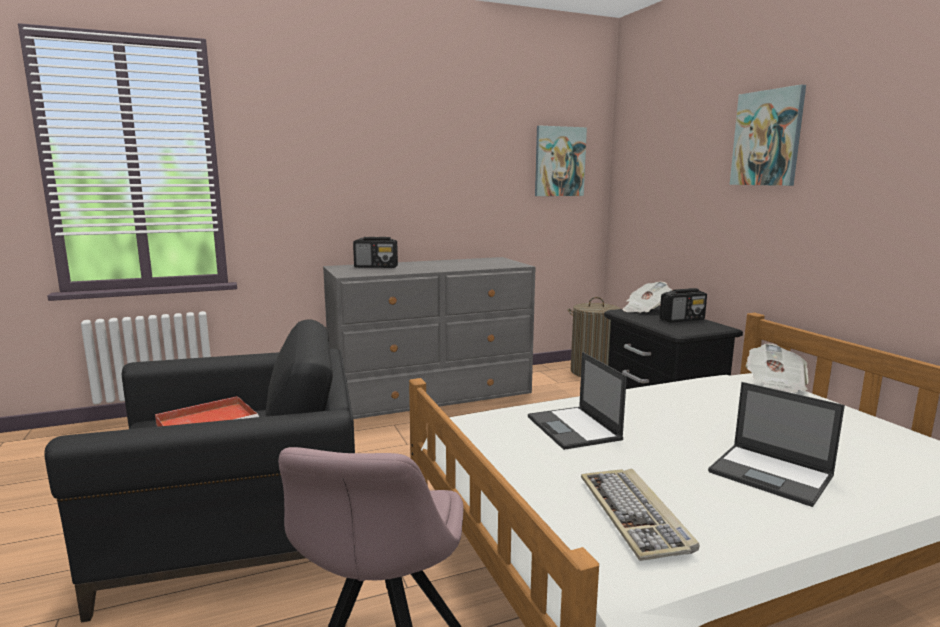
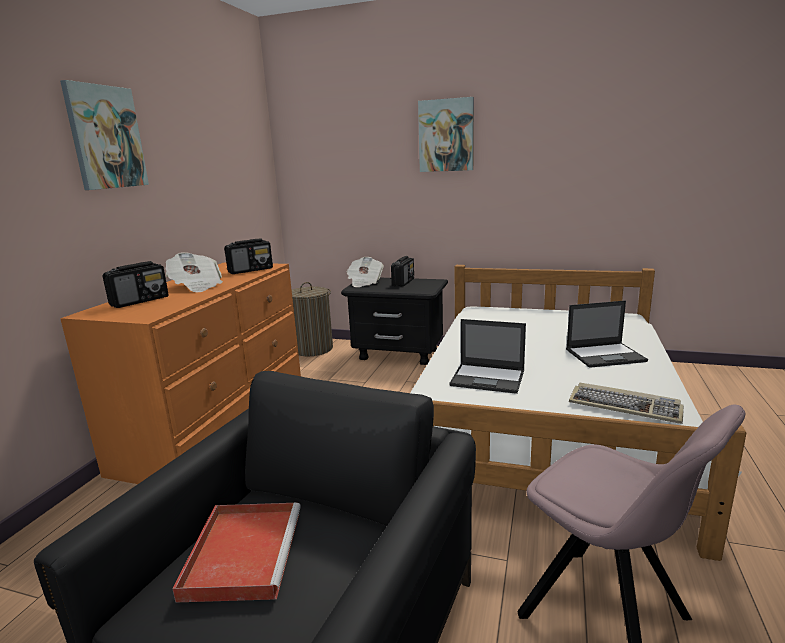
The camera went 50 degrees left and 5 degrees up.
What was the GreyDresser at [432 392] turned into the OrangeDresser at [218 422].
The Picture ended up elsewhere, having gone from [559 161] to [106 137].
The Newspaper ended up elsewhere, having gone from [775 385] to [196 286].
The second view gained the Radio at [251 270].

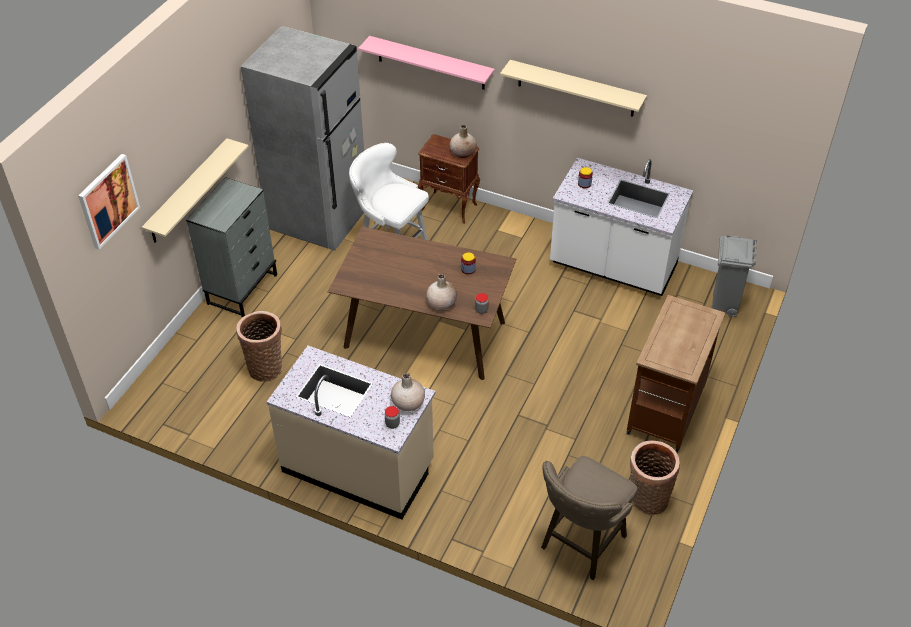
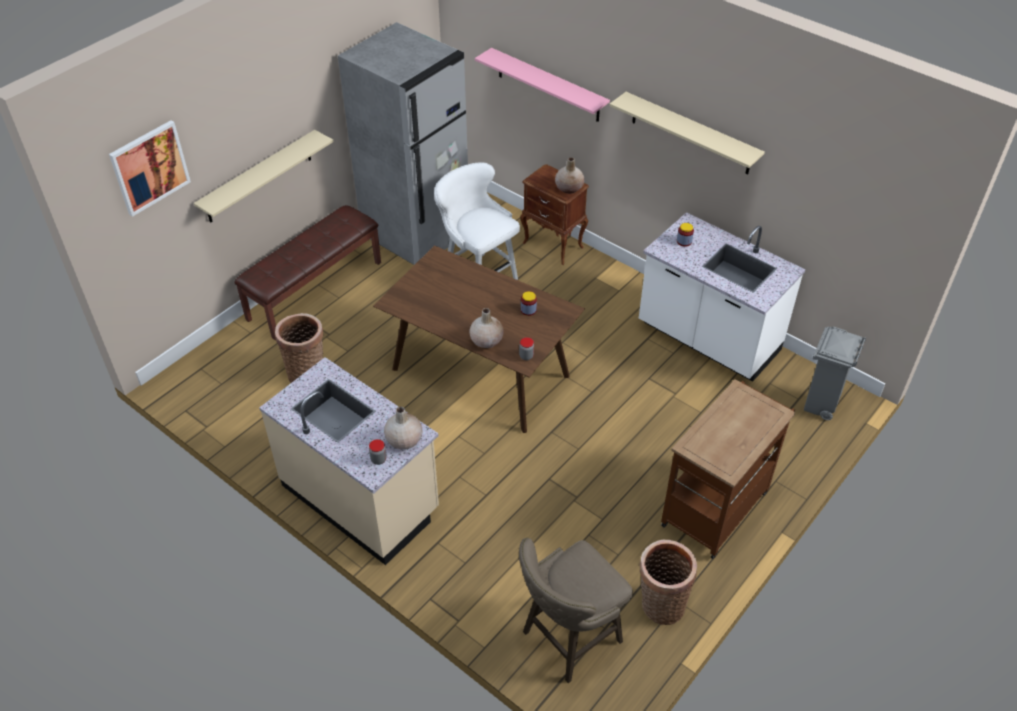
The camera went 15 degrees right and 0 degrees up.
Where the GreyDresser stood at [242 289], the BrownBench came to stand at [314 290].

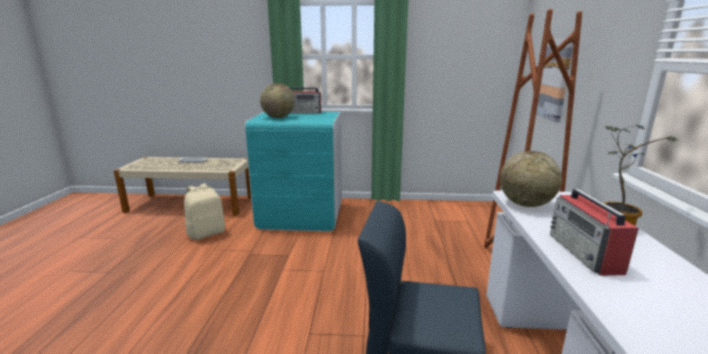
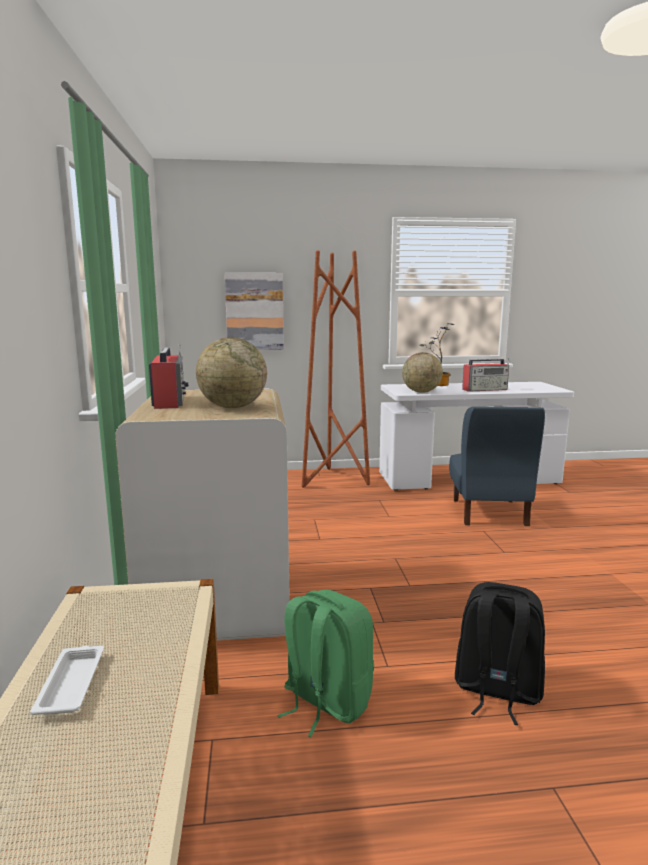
The camera went 100 degrees left and 5 degrees down.
What was the BeigeBackpack at [207 233] turned into the GreenBackpack at [325 702].
What was the TurquoiseDresser at [301 215] turned into the BeigeDresser at [217 601].
The second view gained the BlackBackpack at [496 691].

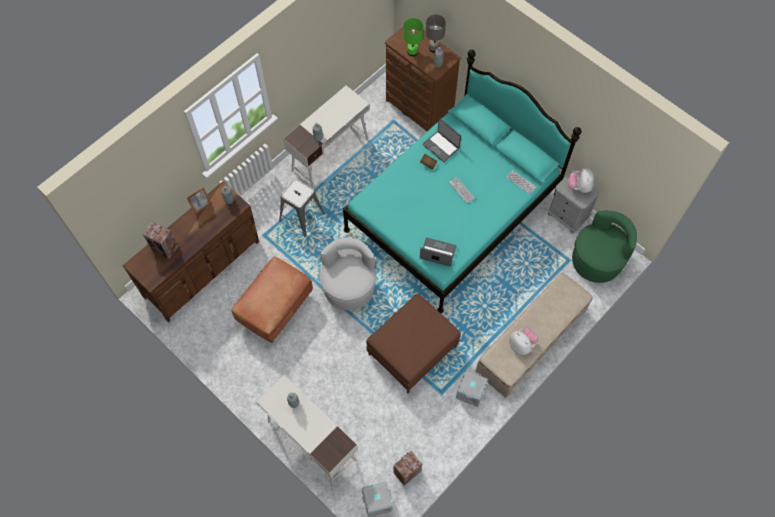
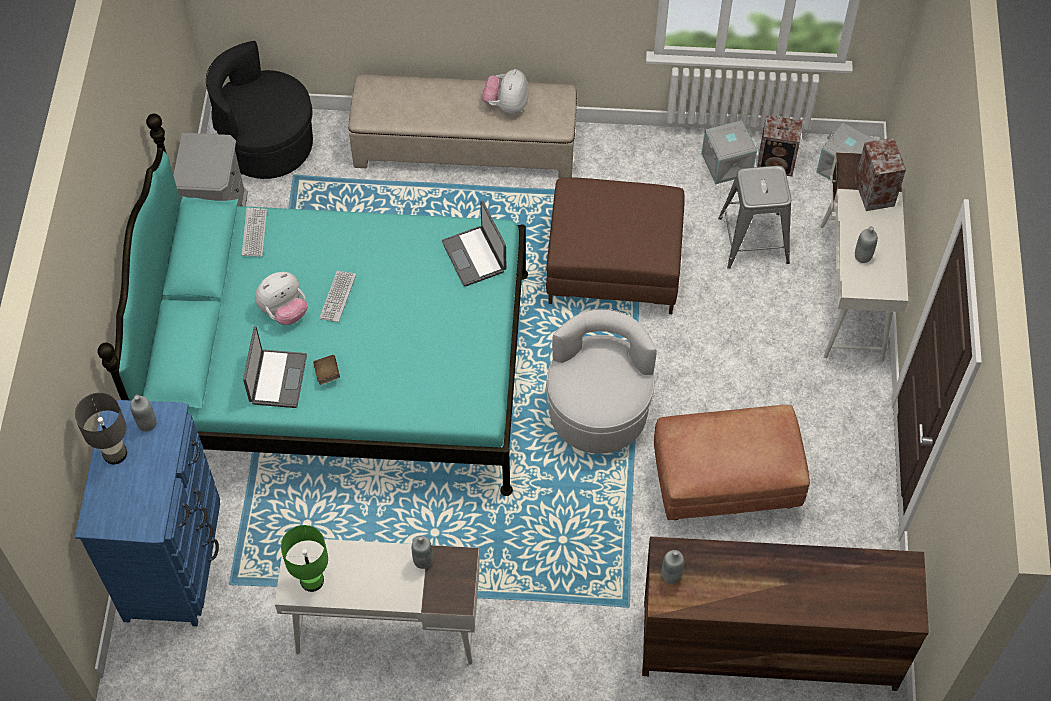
The camera went 130 degrees left and 5 degrees down.
The Speaker ended up elsewhere, having gone from [165 248] to [874 191].
The second view lost the PictureFrame at [201 207].
The GreyStool ended up elsewhere, having gone from [301 217] to [754 240].
The WhiteArmchair at [349 288] ended up facing another way, 135 degrees clockwise from before.
What was the BrownDresser at [418 109] turned into the BlueDresser at [174 560].
The GreenTableLamp ended up elsewhere, having gone from [412 52] to [312 580].
The GreyStorageBox ended up elsewhere, having gone from [470 391] to [727 165].
The PlushToy ended up elsewhere, having gone from [579 187] to [284 311].
What was the GreenArmchair at [596 261] turned into the BlackArmchair at [269 146].

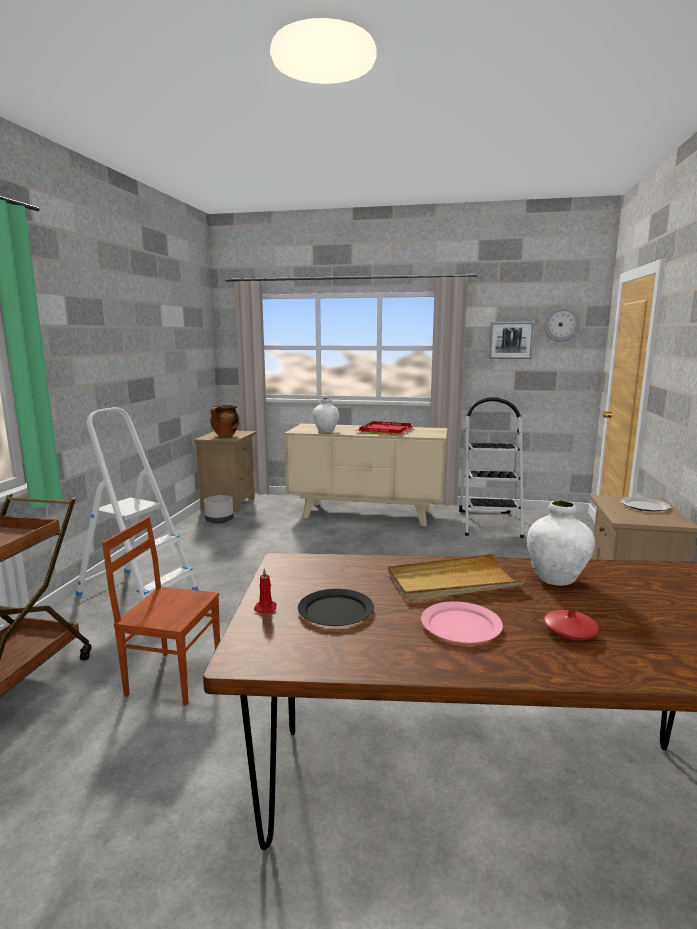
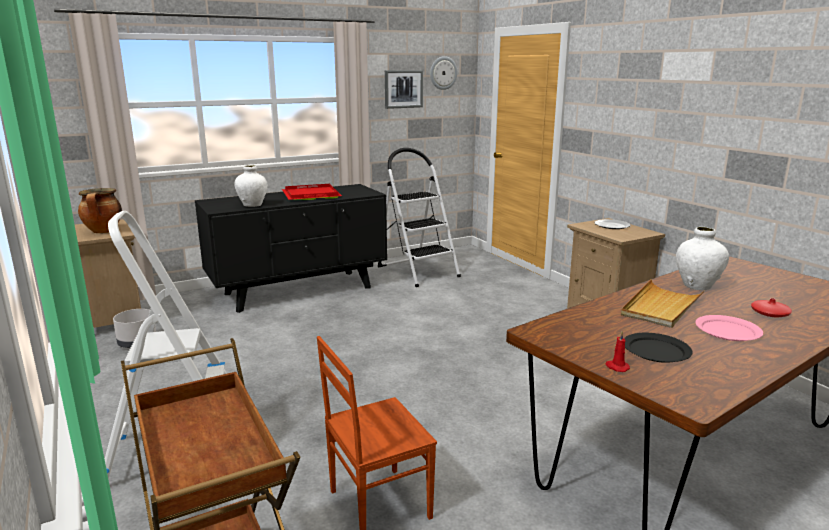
The camera went 40 degrees left and 5 degrees up.
What was the BeigeDresser at [367 513] turned into the BlackDresser at [298 290].

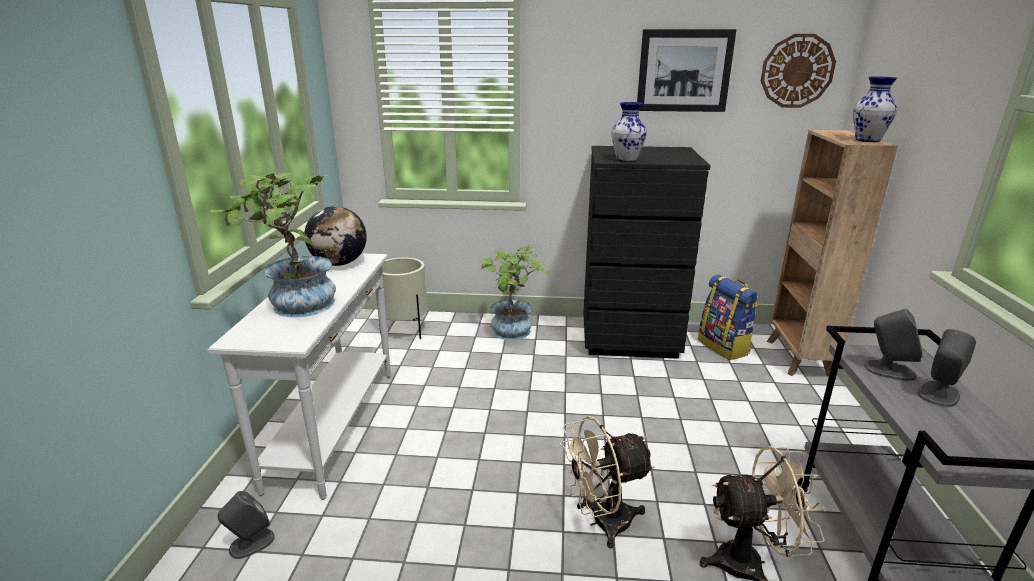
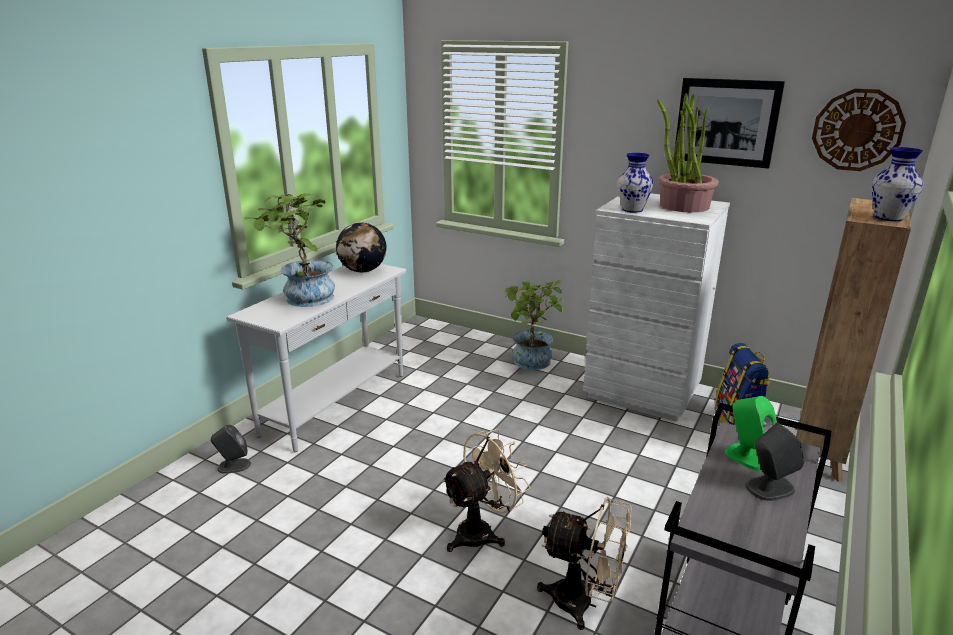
The camera went 25 degrees right and 0 degrees up.
The second view lost the BeigePlanter at [405 331].
The BeigeFan at [601 522] ended up facing another way, 135 degrees clockwise from before.
What was the BlackDresser at [630 337] turned into the WhiteDresser at [643 391].
What was the GreySpeaker at [888 370] turned into the GreenSpeaker at [747 457].
The second view gained the PottedPlant at [683 206].

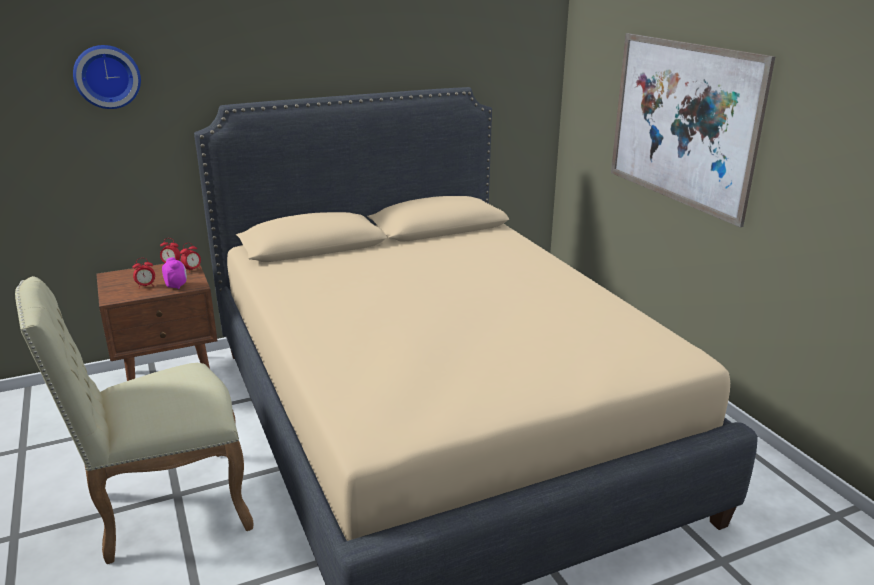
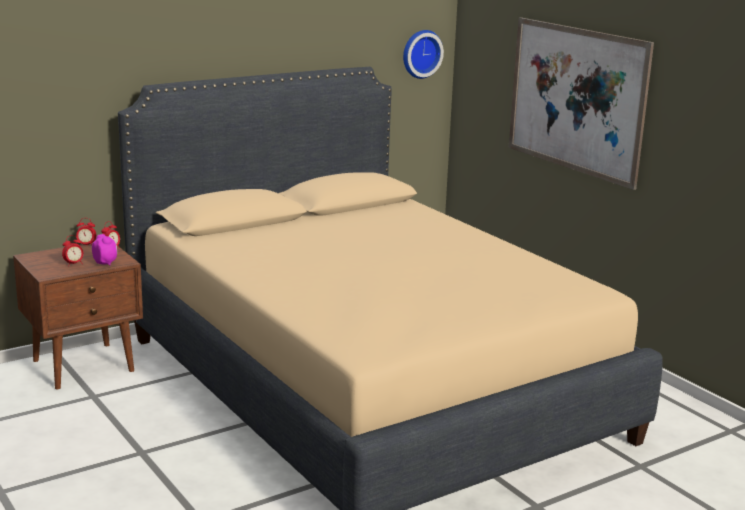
The camera went 10 degrees left and 5 degrees down.
The second view lost the BeigeChair at [166 508].
The WallClock ended up elsewhere, having gone from [107 76] to [420 53].

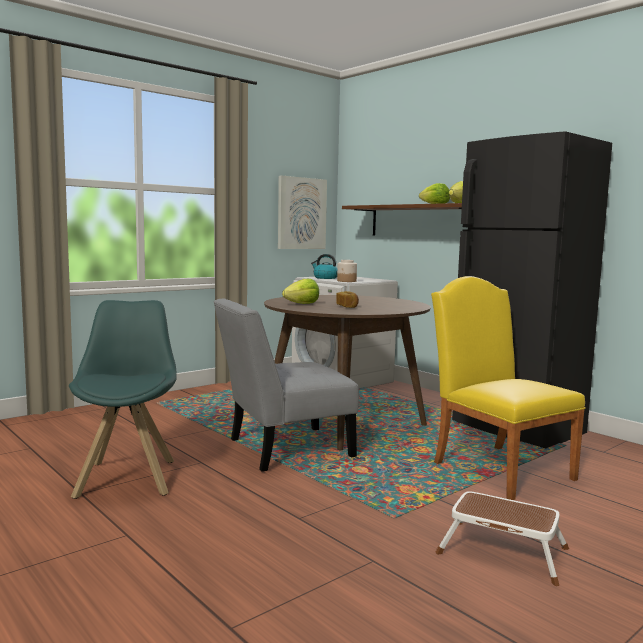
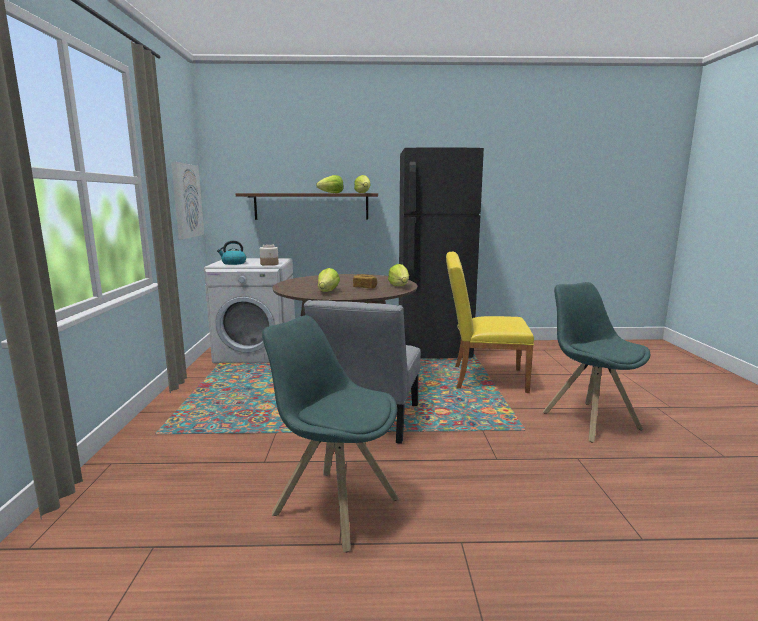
The camera went 50 degrees left and 5 degrees up.
Where the BrownStepLadder stood at [502 551], the TurquoiseChair came to stand at [589 420].
The second view gained the Lettuce at [399 286].

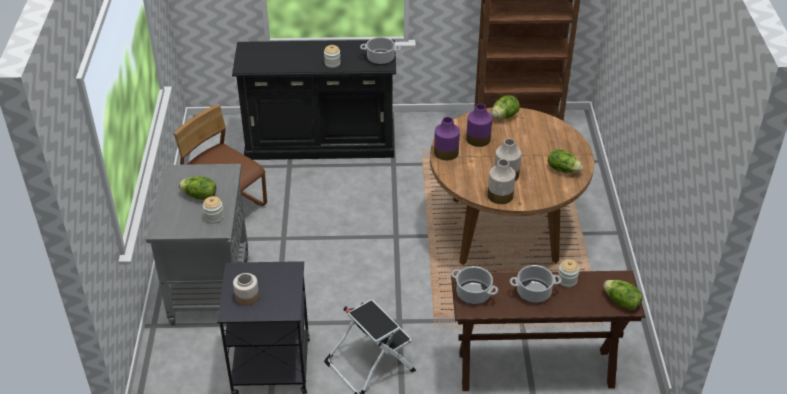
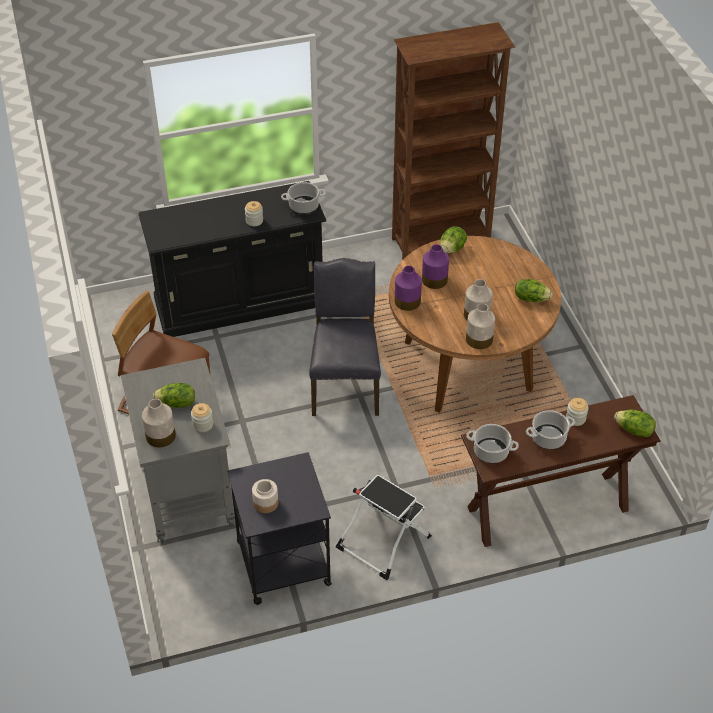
The camera went 15 degrees left and 5 degrees up.
The second view gained the BeigeVase at [161 435].
The second view gained the GreyChair at [345 384].

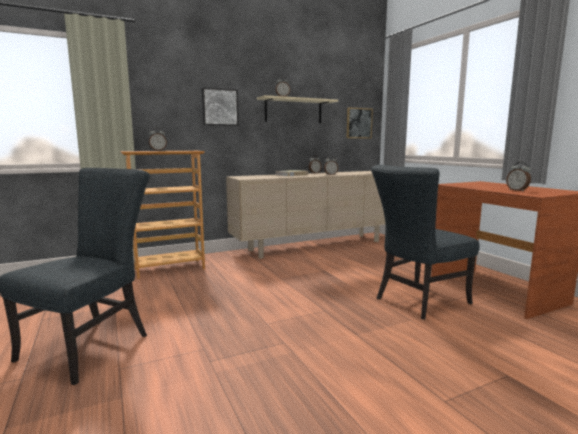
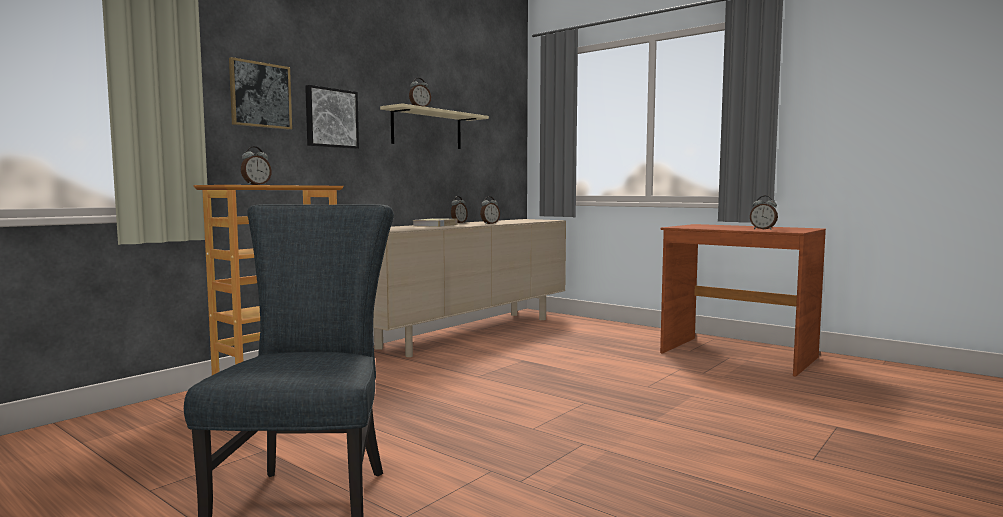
The camera went 25 degrees left and 5 degrees down.
The Picture ended up elsewhere, having gone from [359 123] to [260 95].
The second view lost the GreyChair at [417 301].

